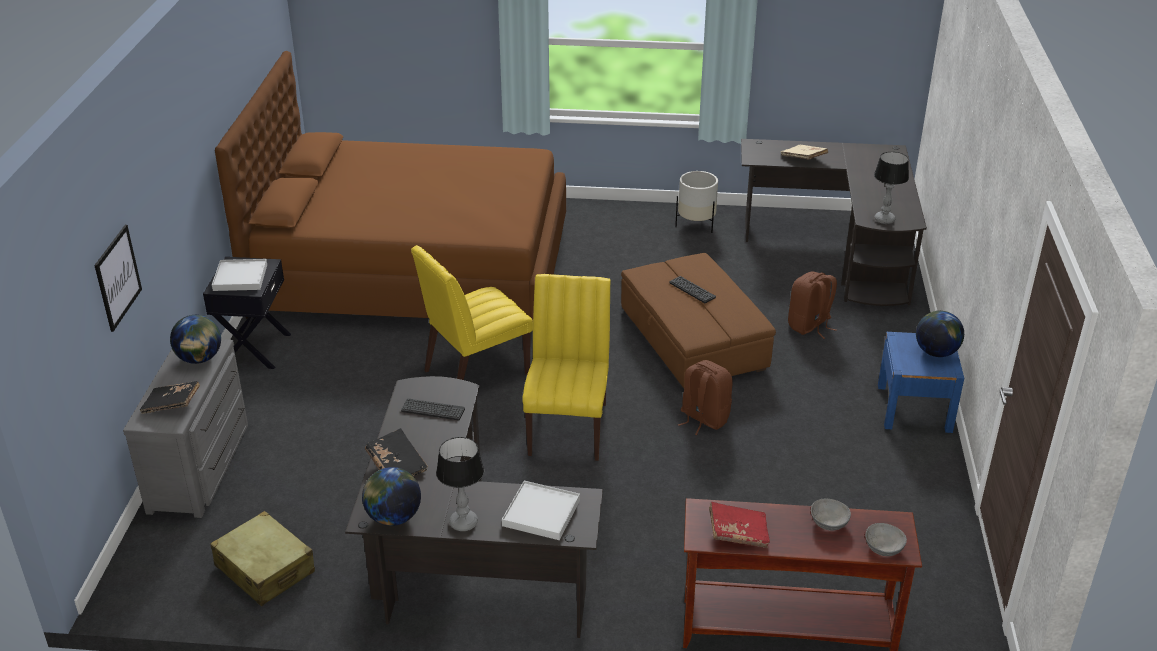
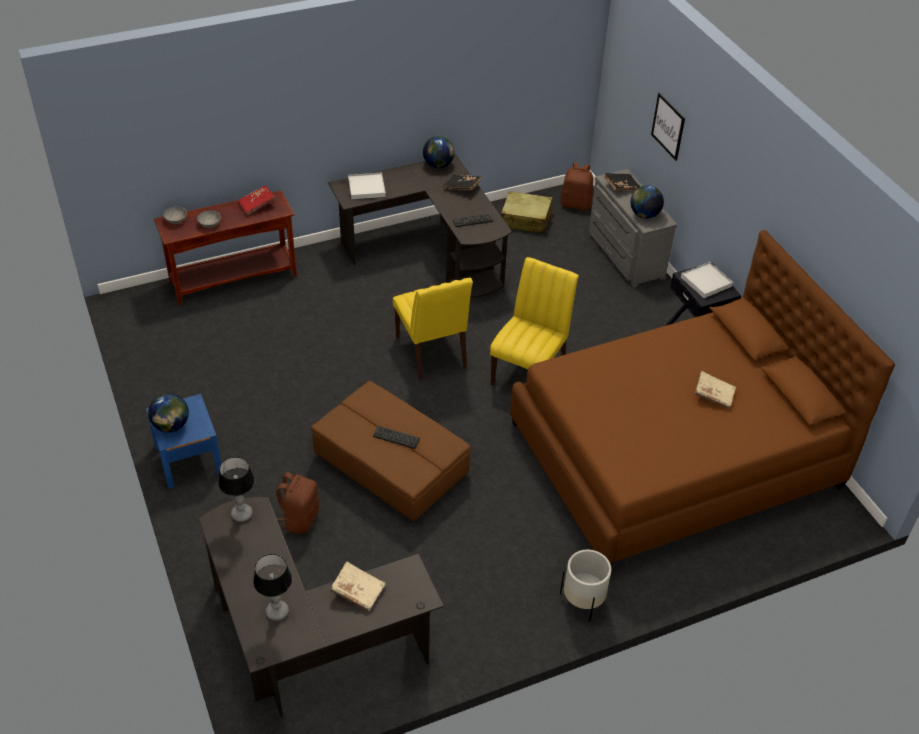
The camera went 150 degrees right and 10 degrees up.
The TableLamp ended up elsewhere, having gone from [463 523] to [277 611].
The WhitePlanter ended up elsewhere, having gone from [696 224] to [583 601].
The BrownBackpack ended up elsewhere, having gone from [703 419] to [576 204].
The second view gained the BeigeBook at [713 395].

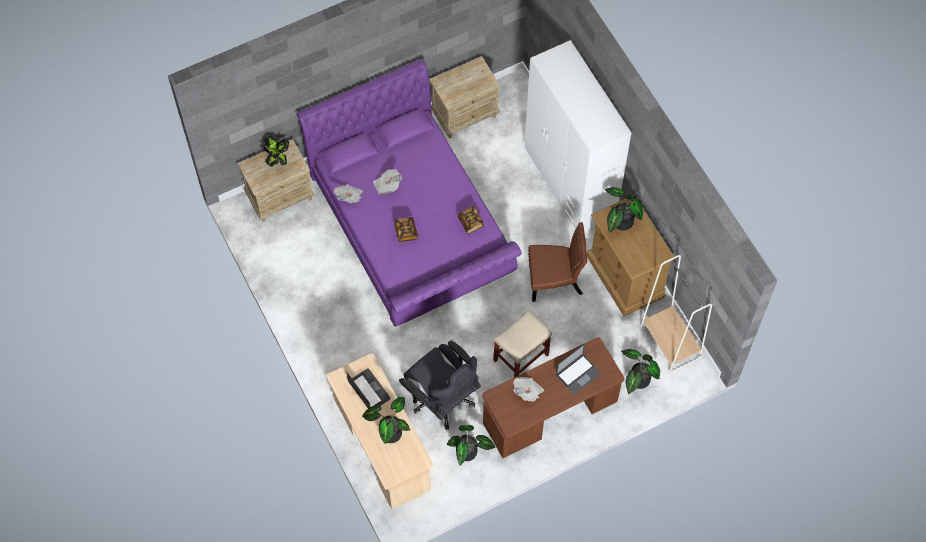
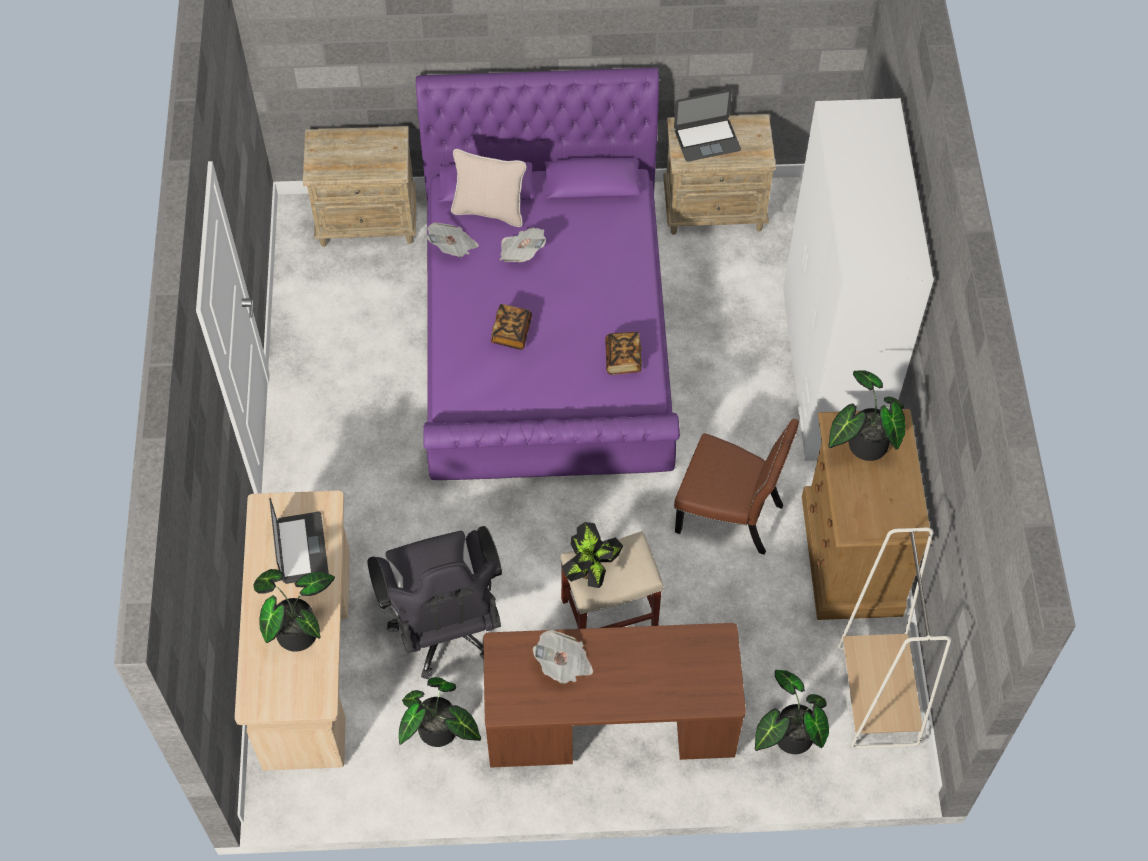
The camera went 25 degrees right and 5 degrees down.
The PottedPlant ended up elsewhere, having gone from [278 159] to [591 570].
The Laptop ended up elsewhere, having gone from [578 374] to [707 140].
The second view gained the BeigePillow at [489 211].

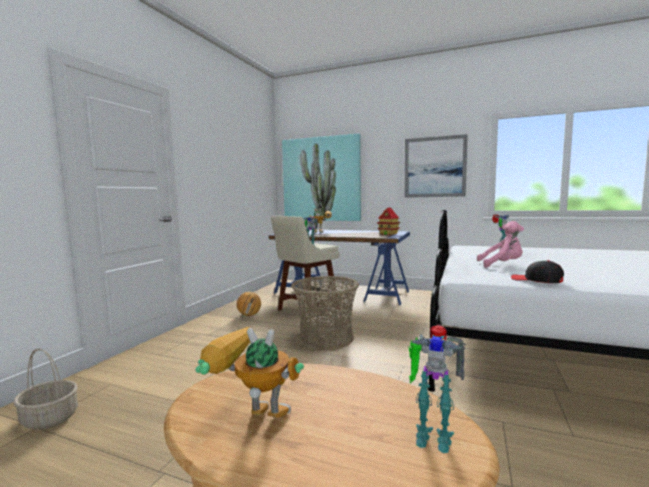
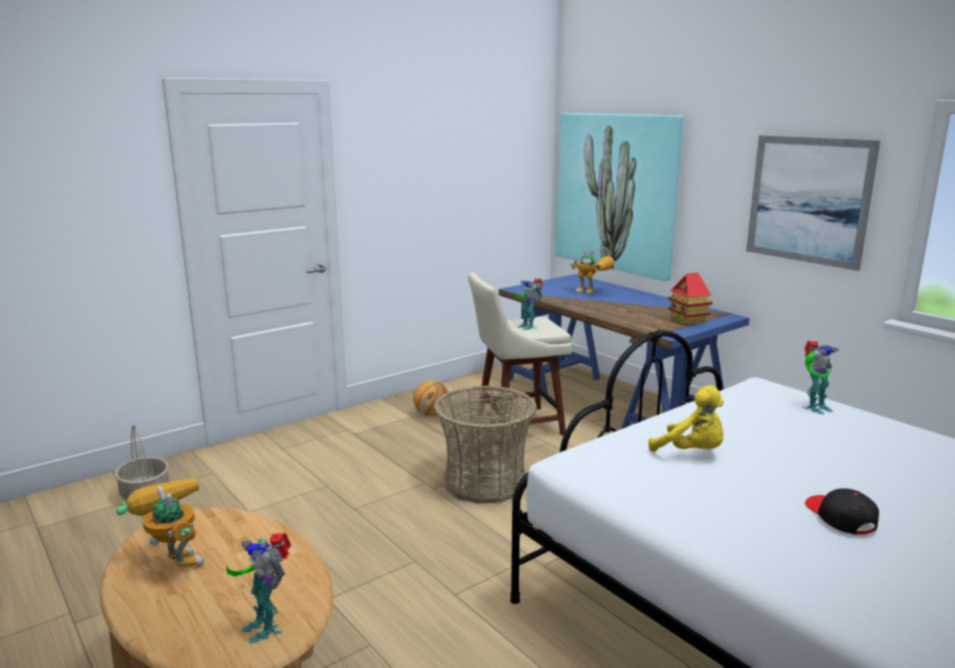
The camera went 30 degrees right and 10 degrees up.
What was the PinkPlushToy at [502 265] turned into the YellowPlushToy at [691 452].
The BlackCap ended up elsewhere, having gone from [536 280] to [839 517].

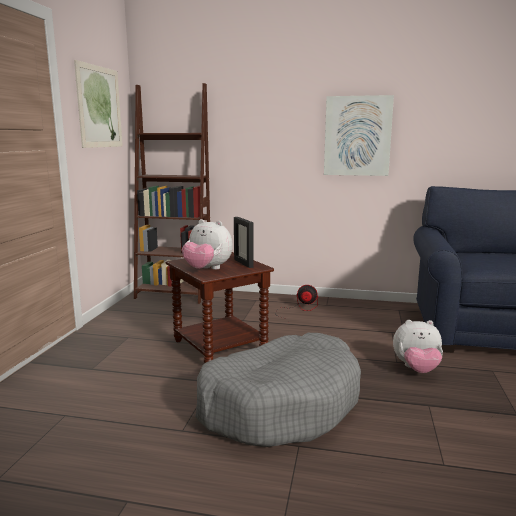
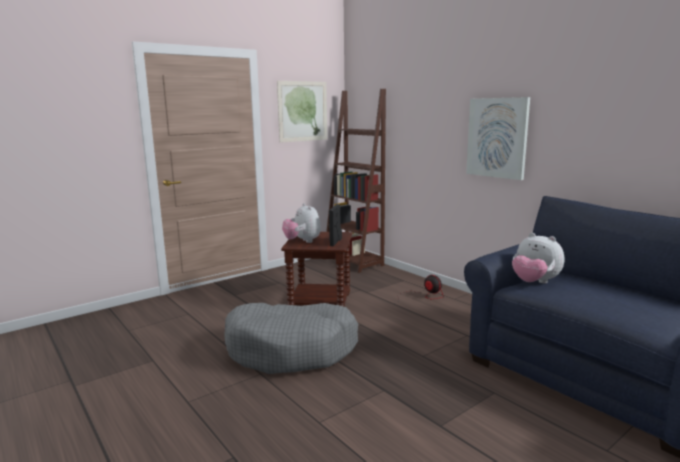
The camera went 40 degrees right and 0 degrees up.
The PlushToy ended up elsewhere, having gone from [416 369] to [534 282].

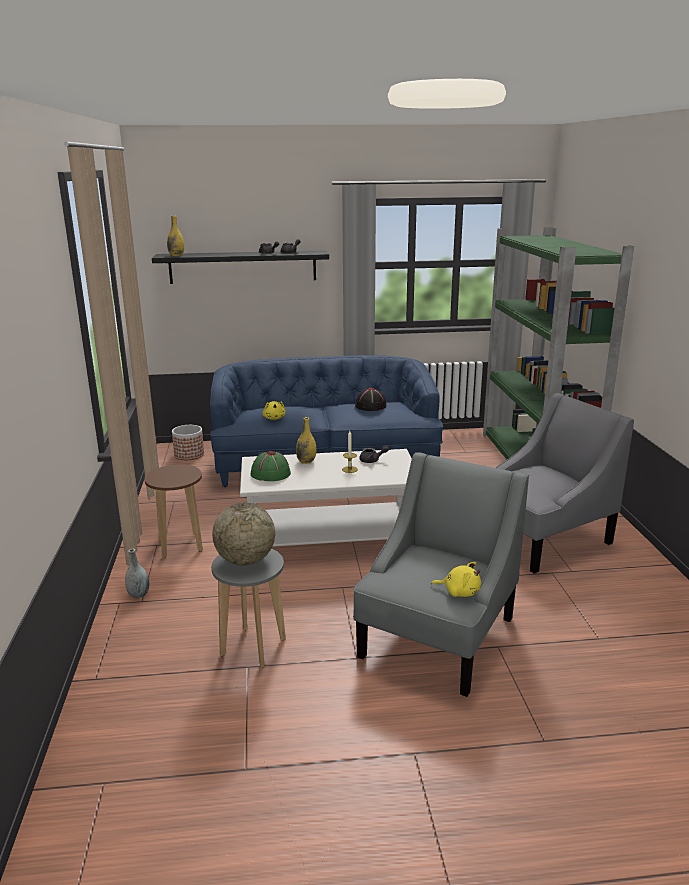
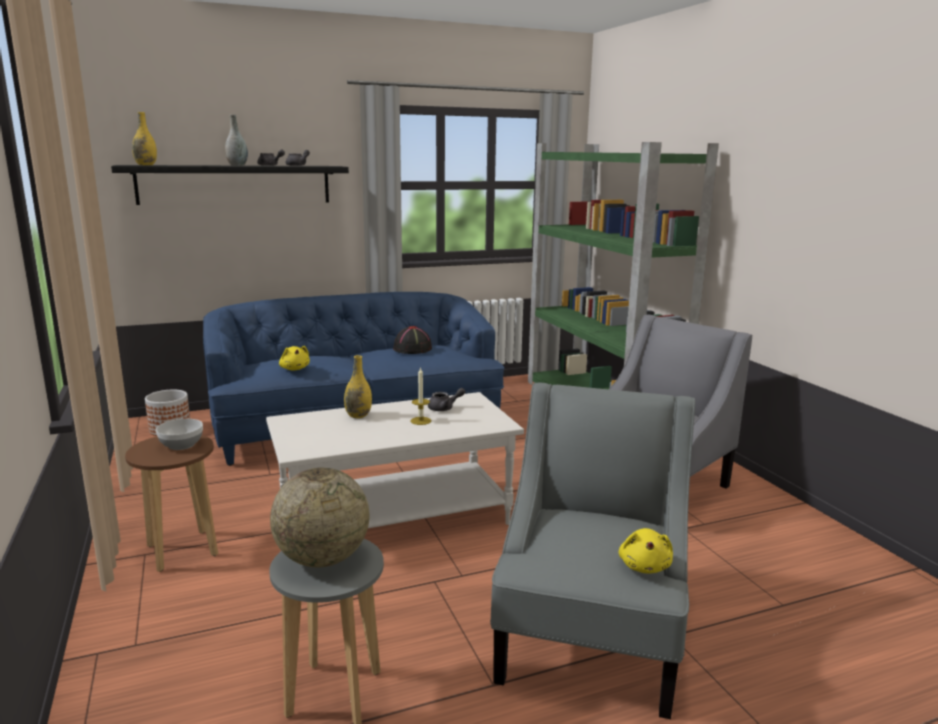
The camera went 15 degrees left and 5 degrees down.
The GreyVase ended up elsewhere, having gone from [138 594] to [237 165].
The second view lost the GreenHat at [270 473].
The YellowPlushToy at [459 592] ended up facing another way, 90 degrees clockwise from before.
The second view gained the Bowl at [180 445].

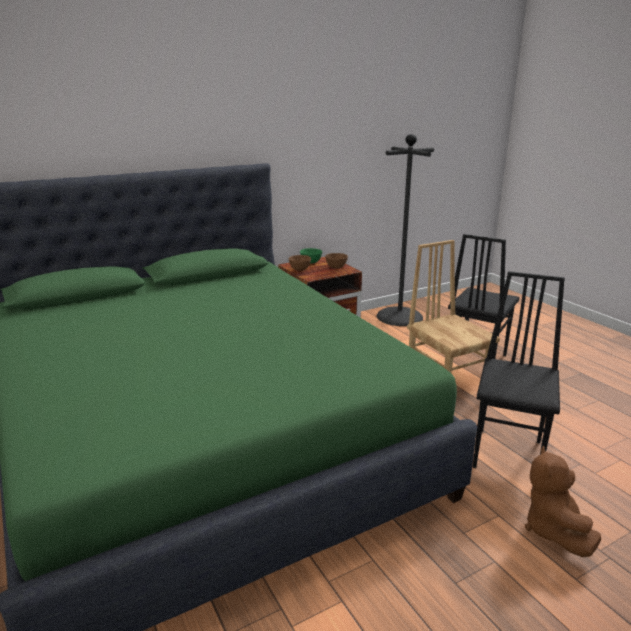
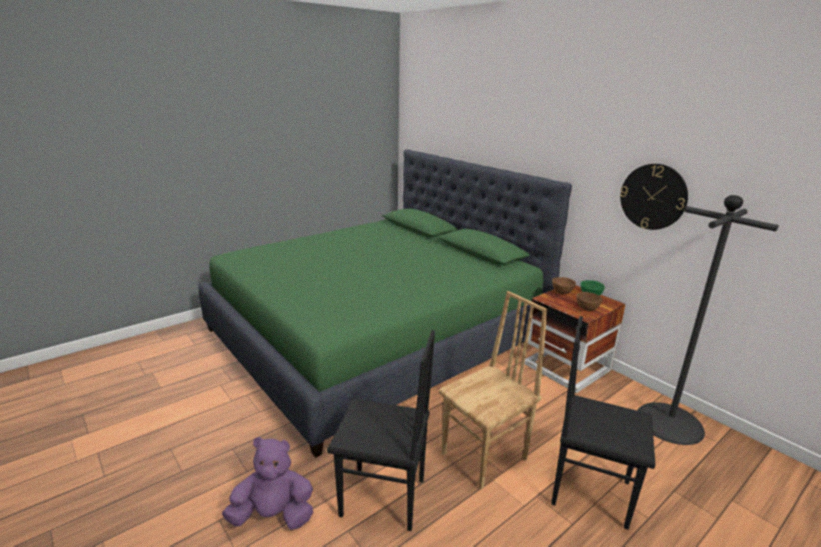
The camera went 80 degrees right and 0 degrees up.
What was the BrownPlushToy at [553 530] turned into the PurplePlushToy at [274 515].
The second view gained the WallClock at [653 196].

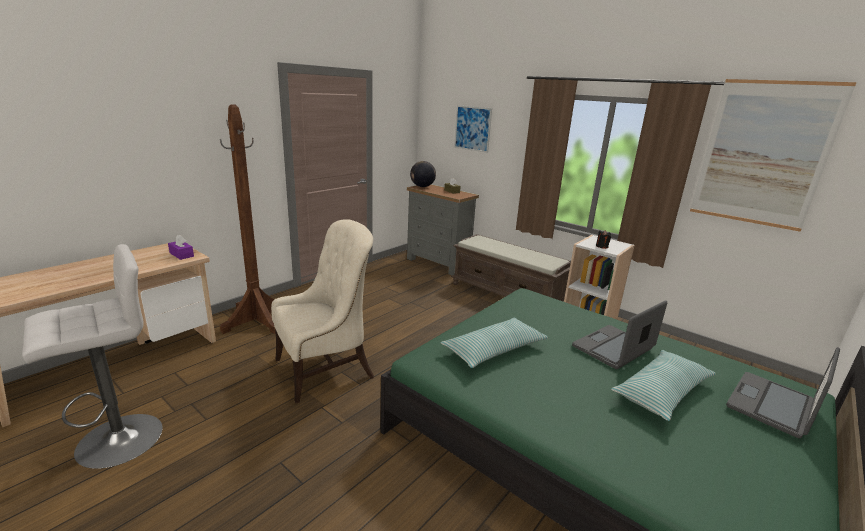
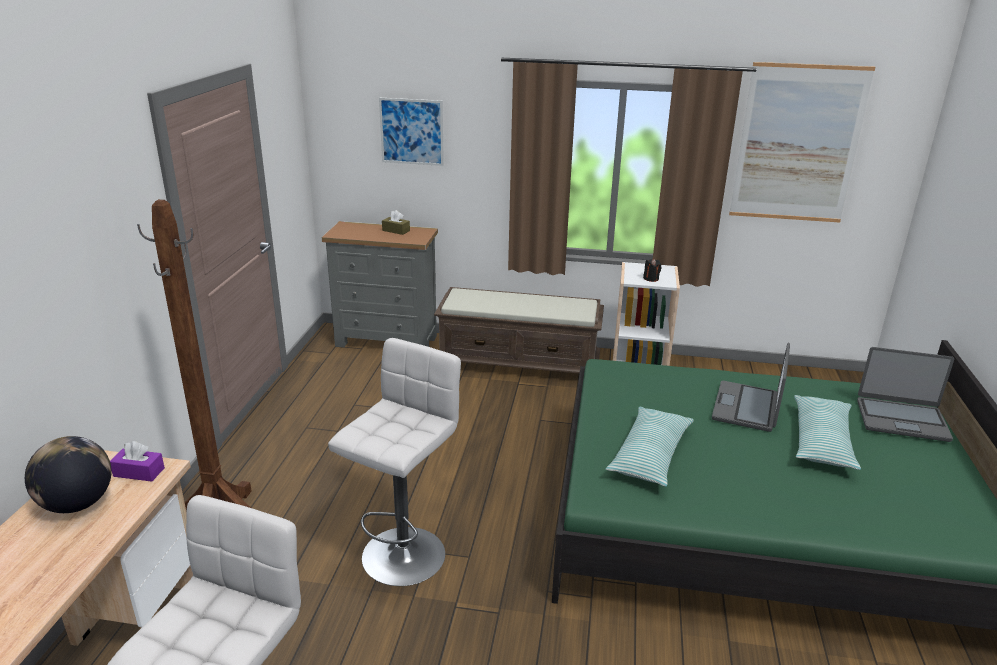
The camera went 30 degrees left and 5 degrees up.
Where the BeigeArmchair stood at [326 368], the WhiteStool came to stand at [405 555].
The Globe ended up elsewhere, having gone from [422 186] to [77 504].
The Laptop at [772 405] ended up facing another way, 90 degrees counterclockwise from before.

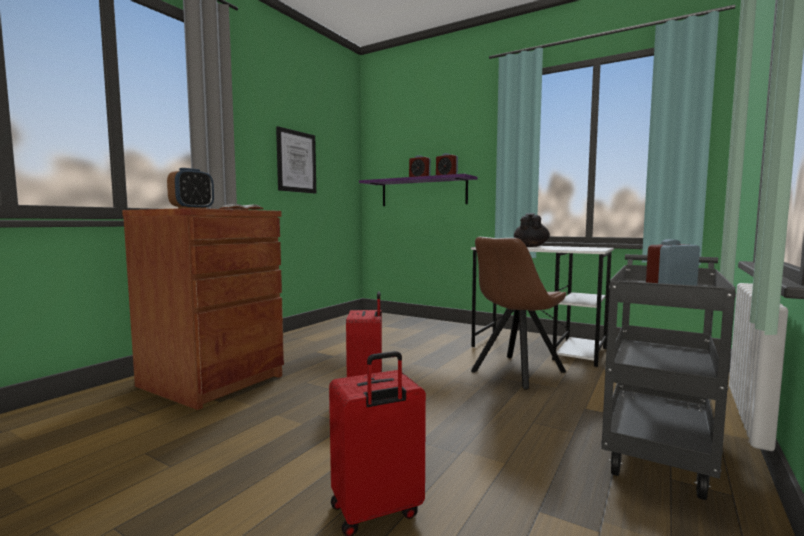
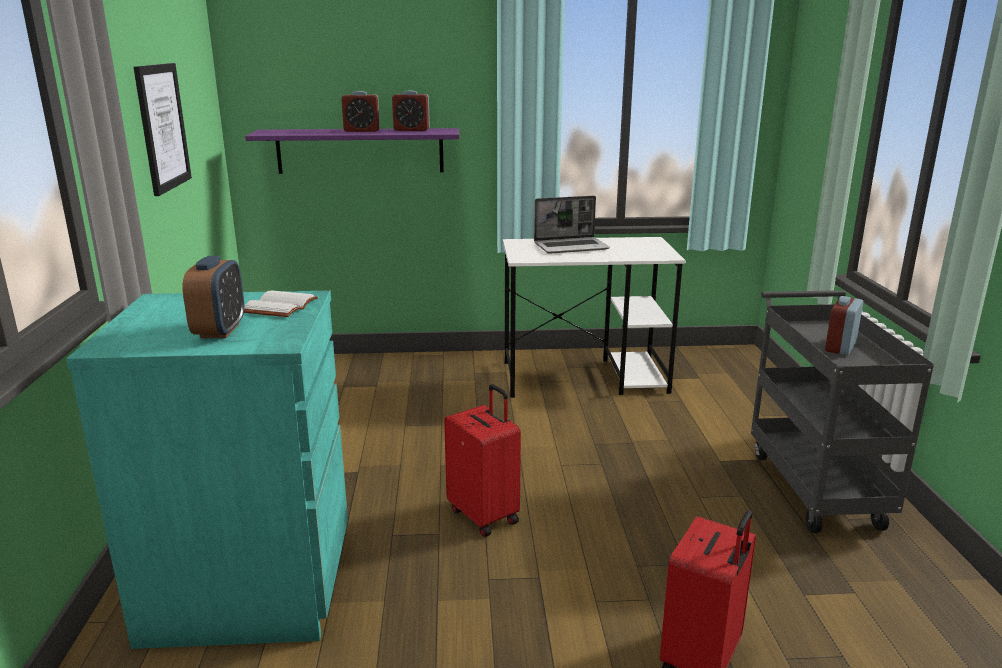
The camera went 35 degrees left and 15 degrees up.
What was the BrownDresser at [213 381] turned into the TurquoiseDresser at [250 585].
The second view lost the BrownChair at [517 372].
Where the BlackTeapot stood at [530 246], the Laptop came to stand at [571 247].

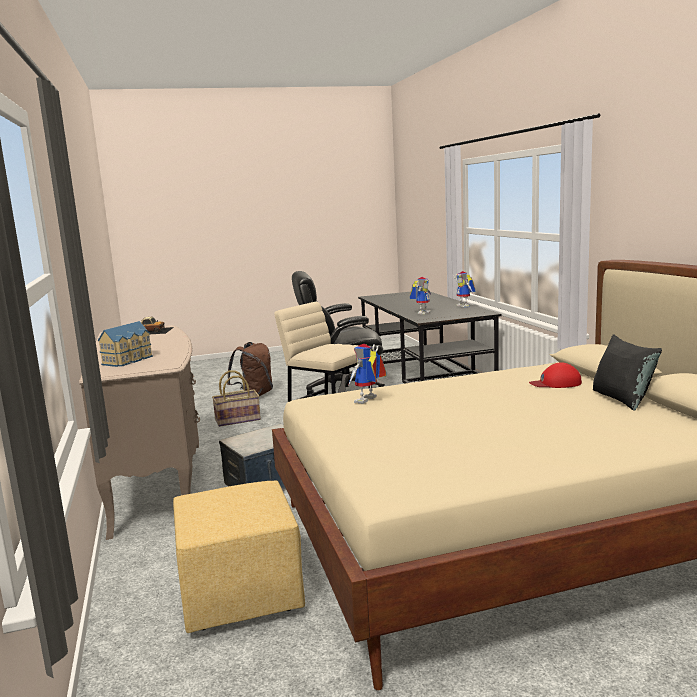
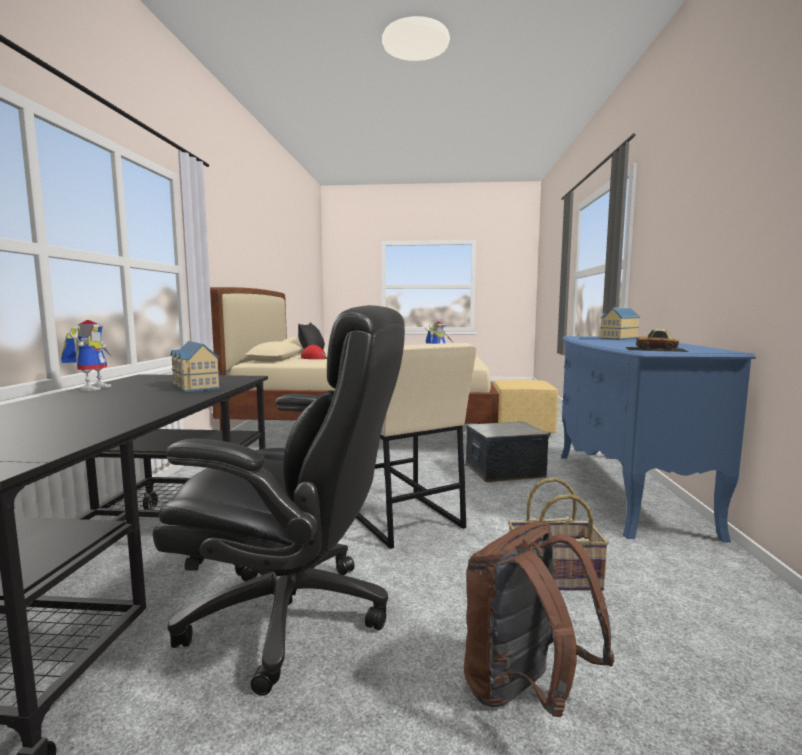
The camera went 160 degrees left and 5 degrees down.
What was the BeigeDresser at [157 483] turned into the BlueDresser at [621 490].
Where the ToyRobot stood at [422 312], the ToyHouse came to stand at [194 386].

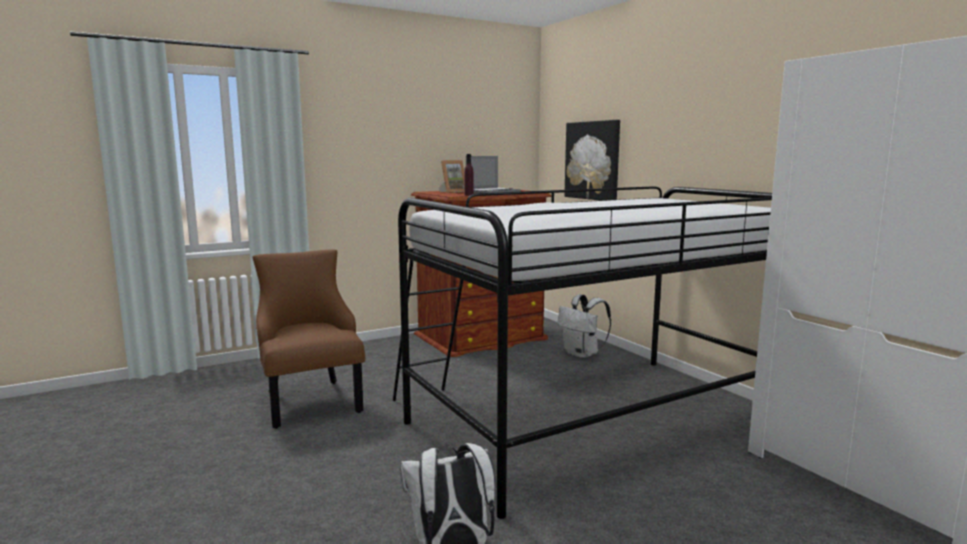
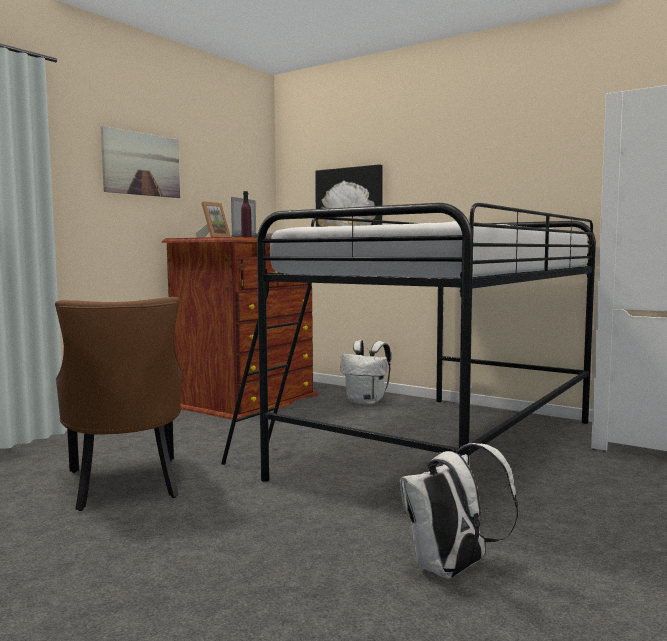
The camera went 25 degrees left and 5 degrees down.
The BrownChair at [311 403] ended up facing another way, 150 degrees counterclockwise from before.
The second view gained the Picture at [141 164].

